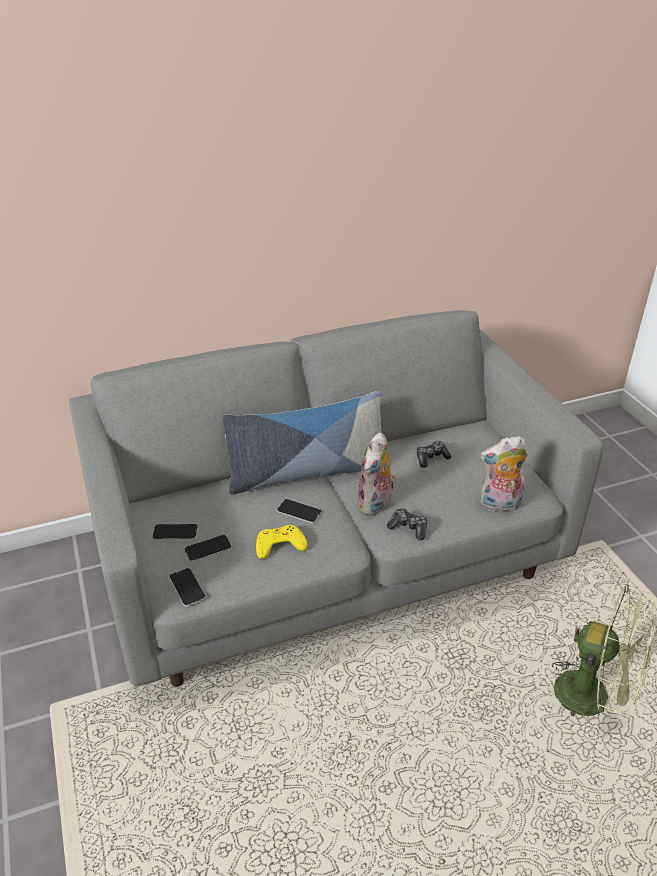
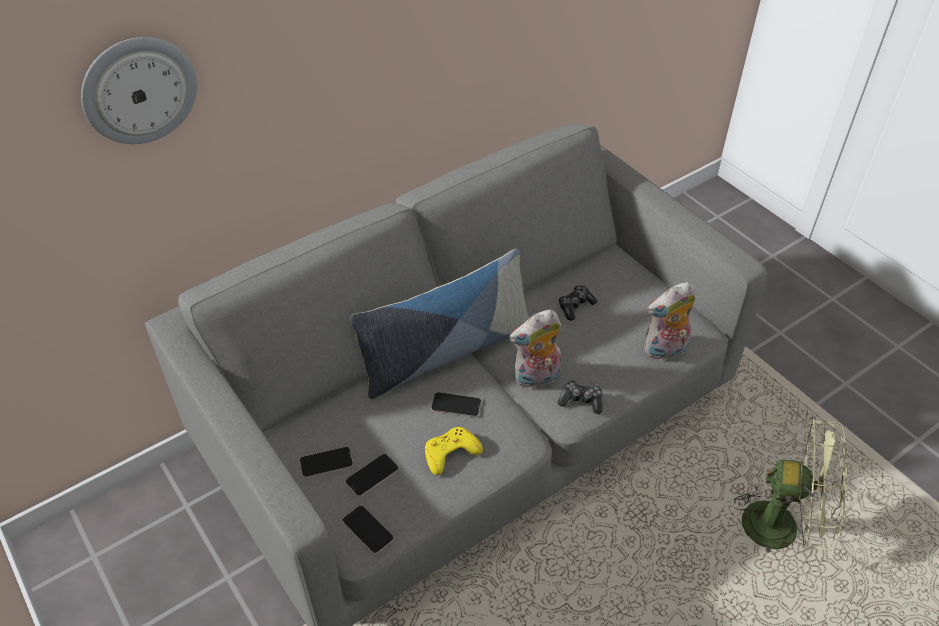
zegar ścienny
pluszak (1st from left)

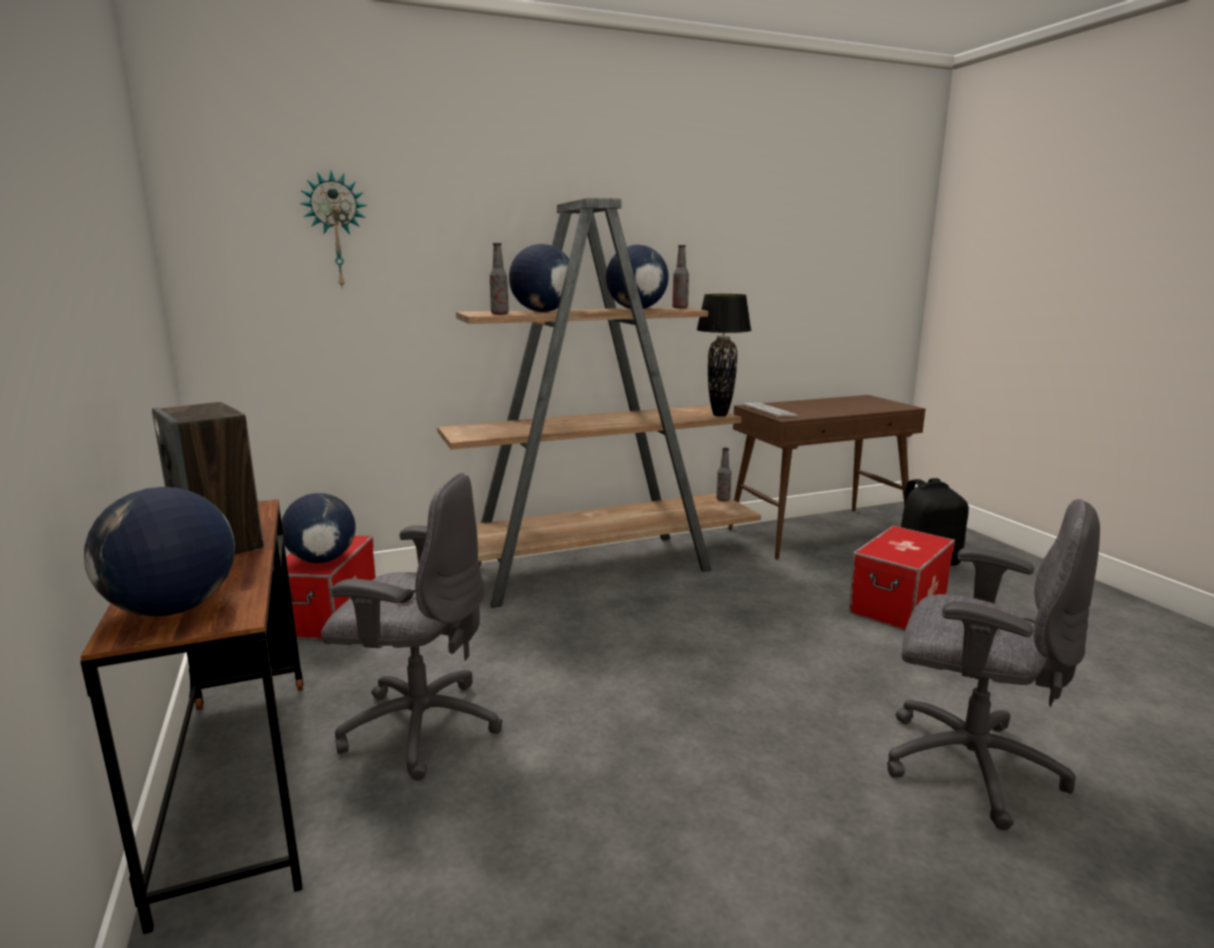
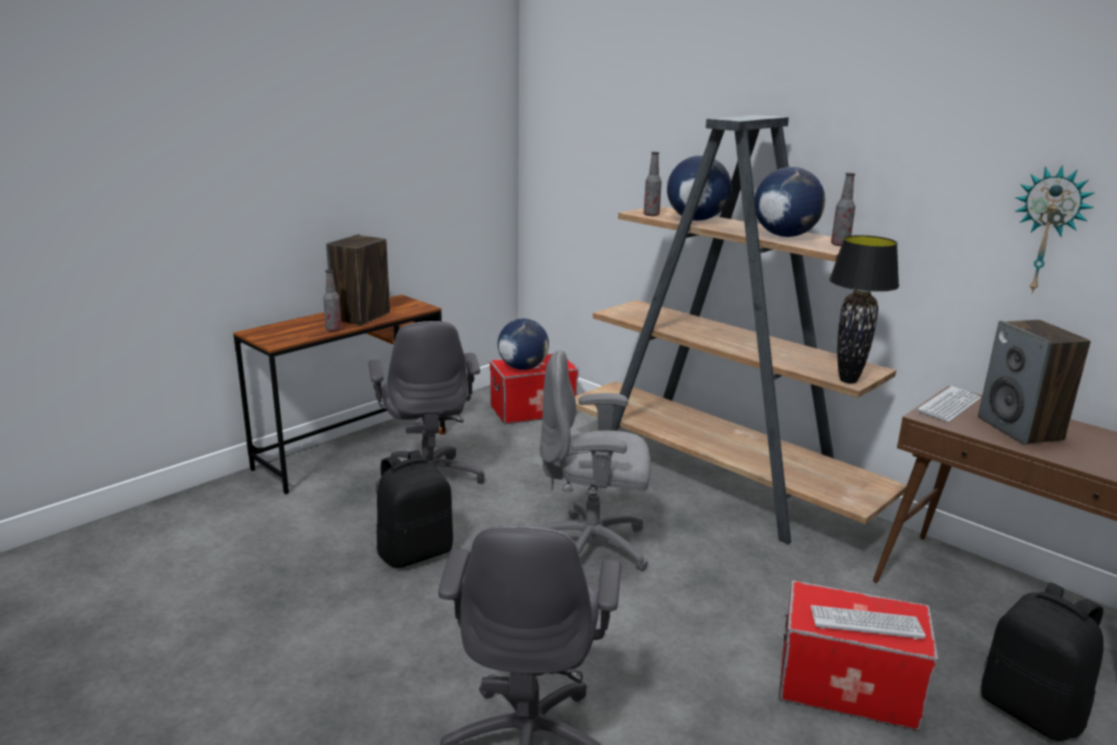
globus (1st from left in the first image)
plecak (czarny) (1st from left)
krzesło biurowe (szary) (3rd from left)
klawiatura (1st from left)
głośnik (2nd from left)
zegar ścienny
butelka (1st from left)

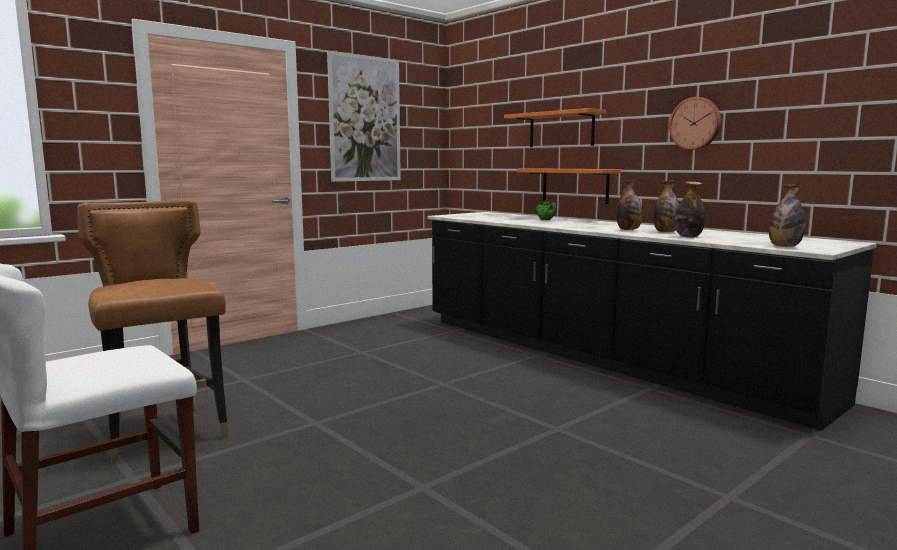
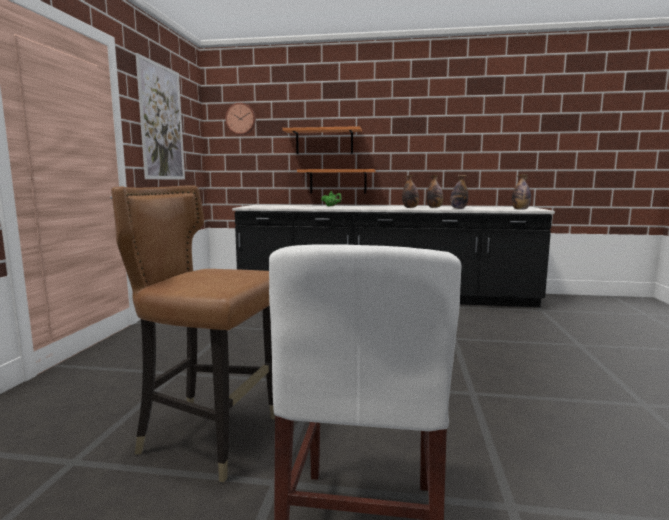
zegar ścienny

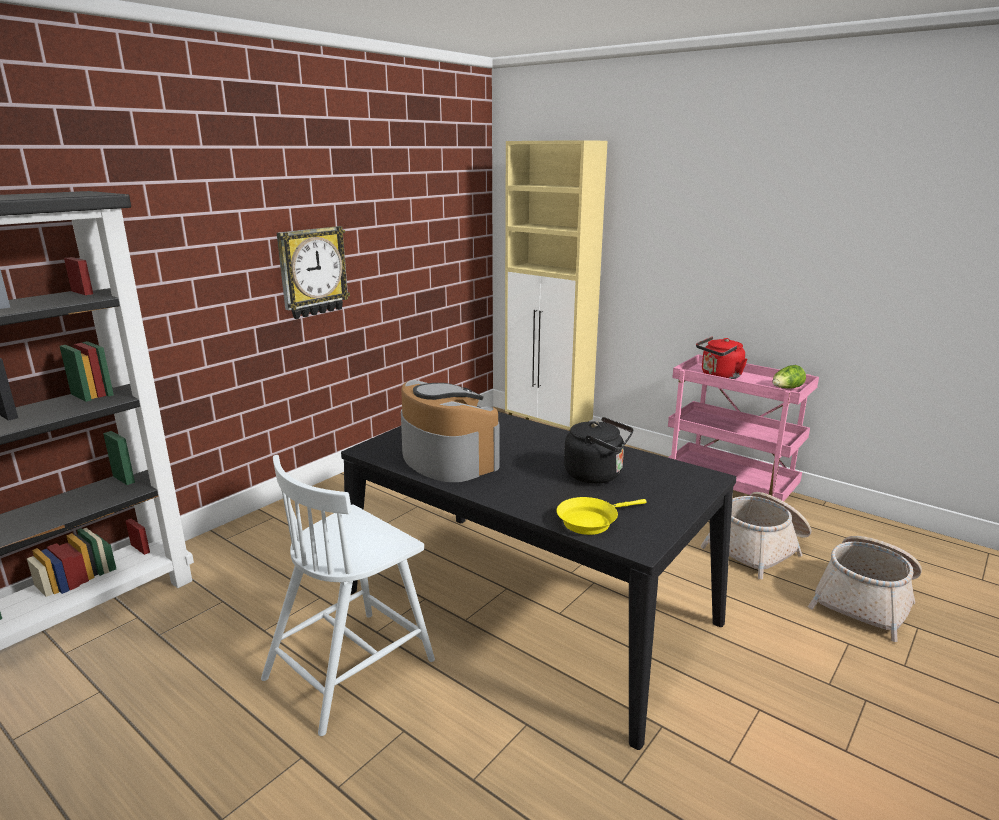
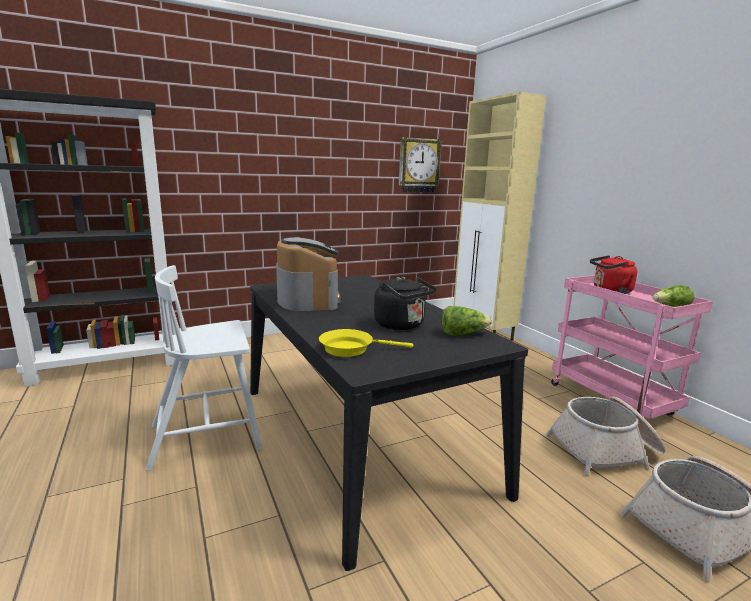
sałata (1st from left)
zegar ścienny

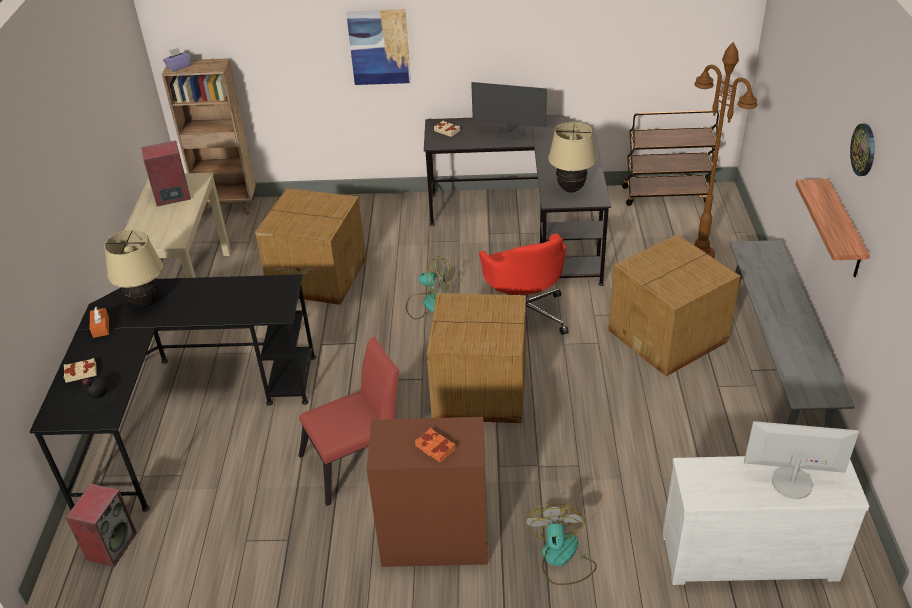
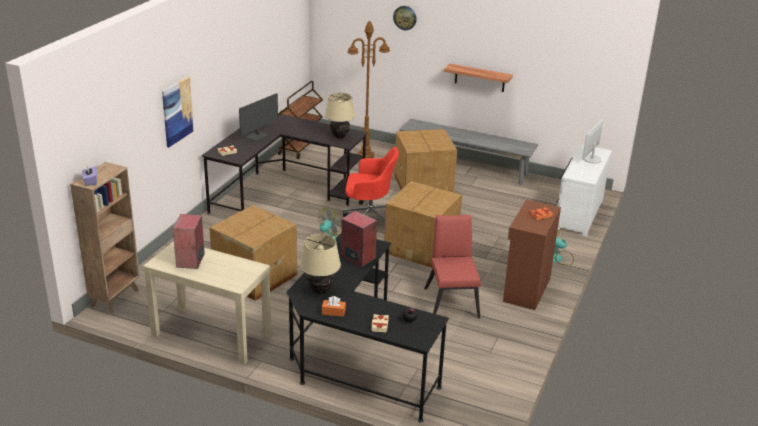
głośnik (2nd from left)
zegar ścienny

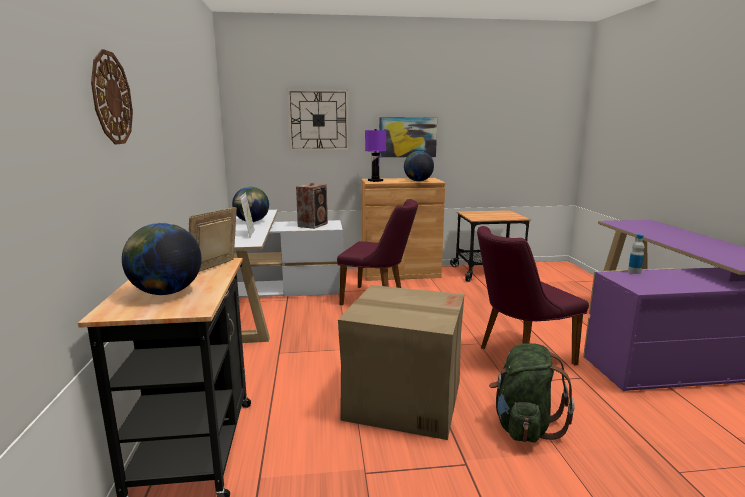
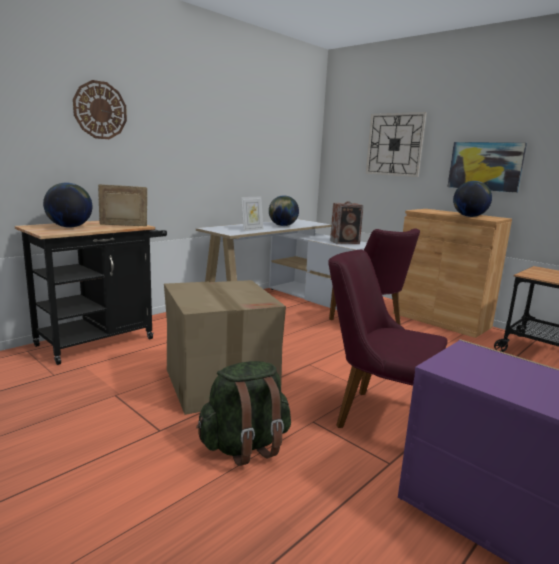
lampa stołowa (fioletowy)
butelka

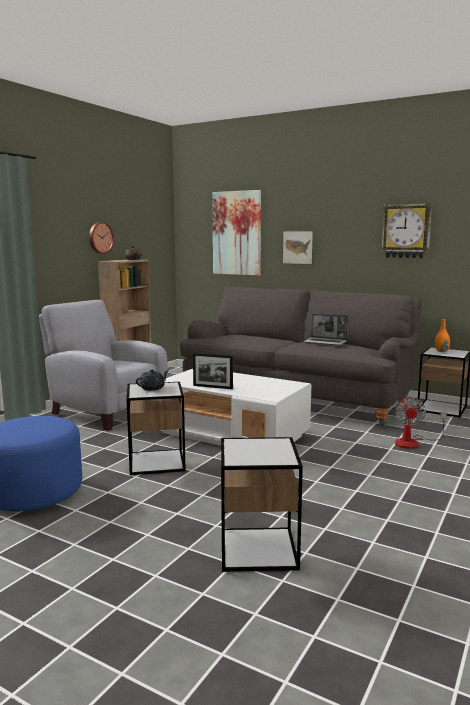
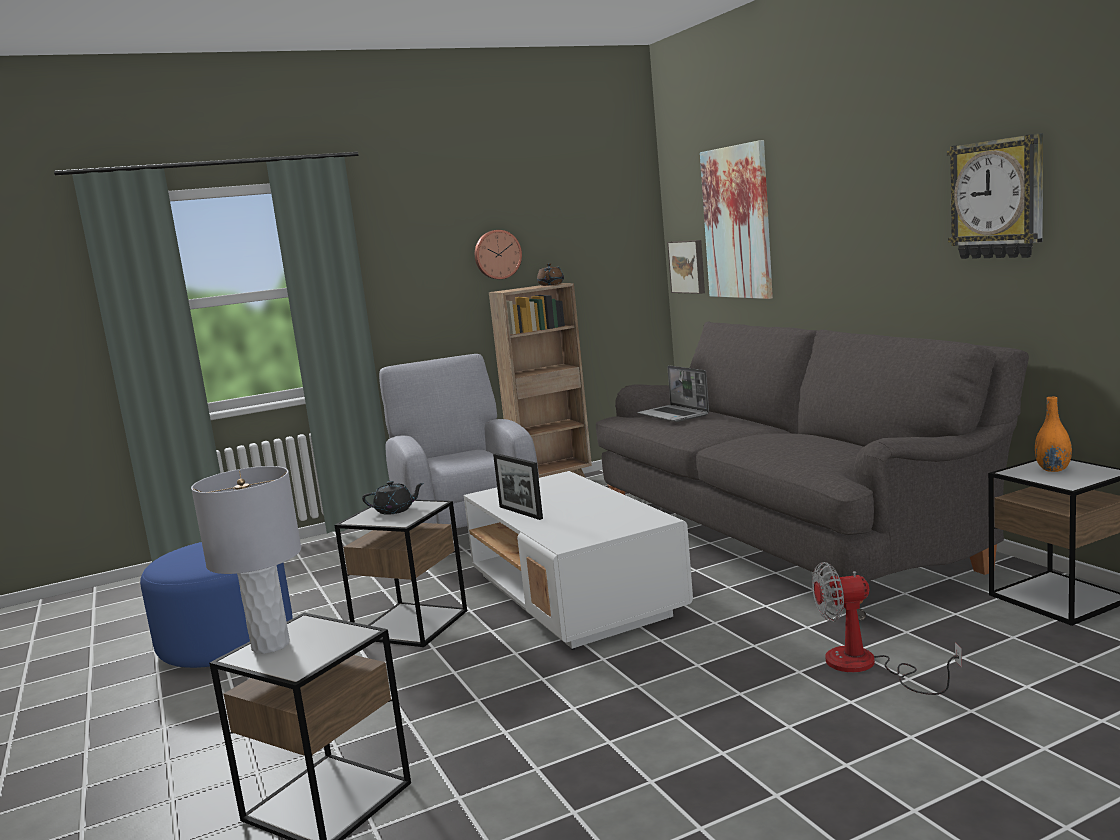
lampa stołowa (szary)
obraz (1st from left)
laptop
wentylator

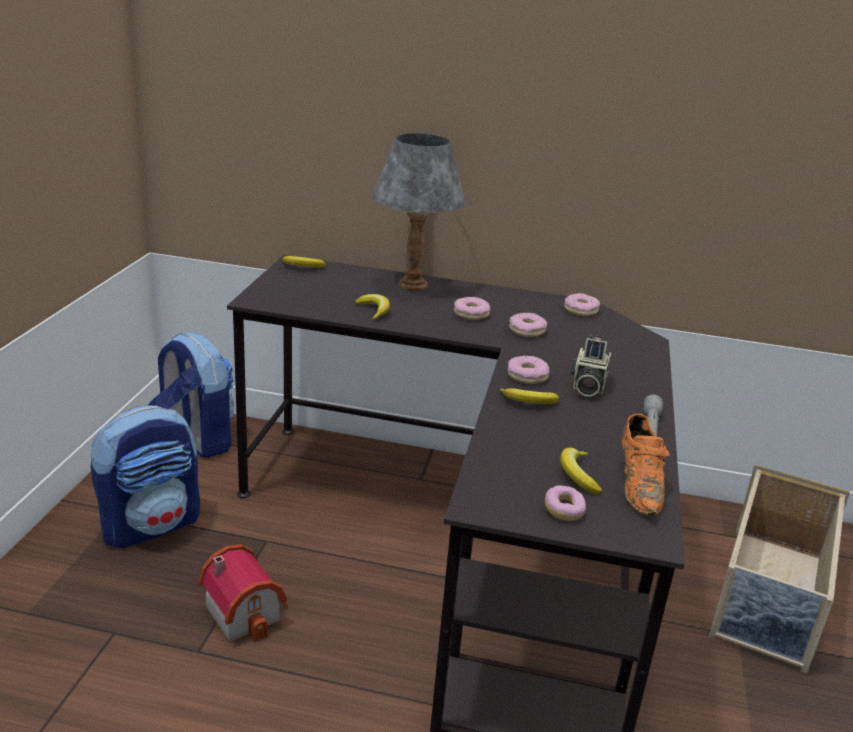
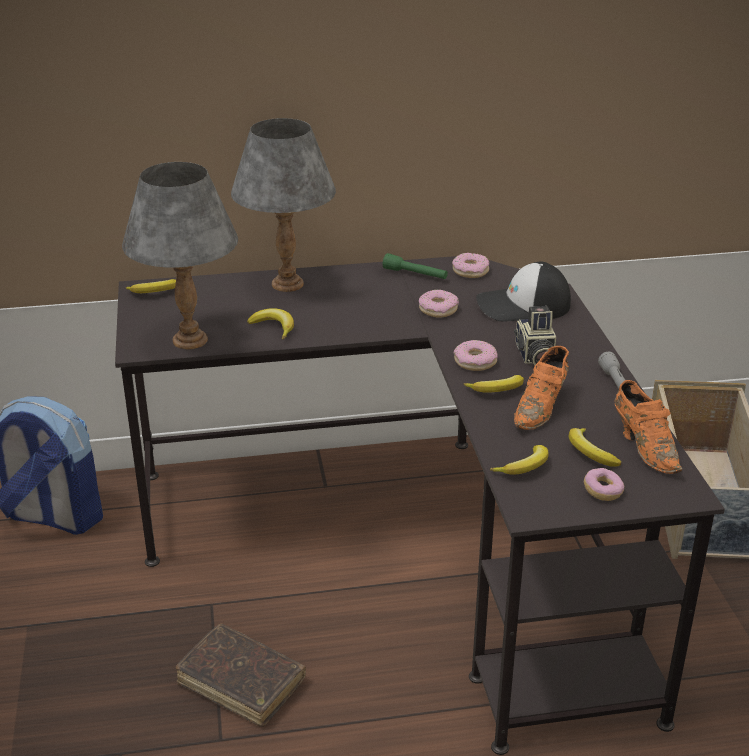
plecak (1st from left in the first image)
donut (1st from left in the first image)
lampa stołowa (szary) (1st from left)
latarka (zielony)
czapka z daszkiem
banan (4th from left)
but (pomarańczowy) (1st from left)
książka (brązowy)

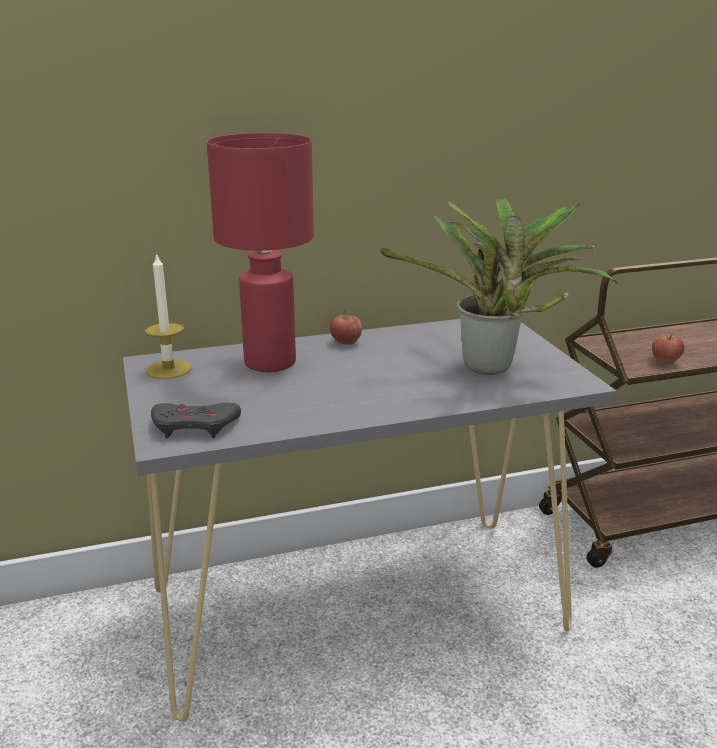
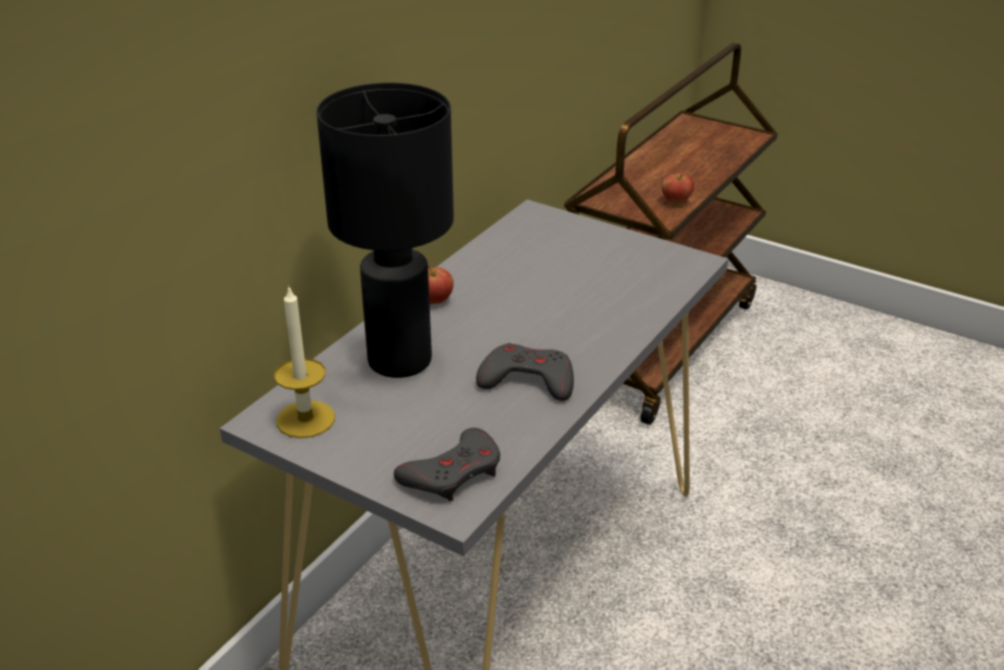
roślina doniczkowa
pad do gier (szary) (2nd from left)
lampa stołowa (czarny)

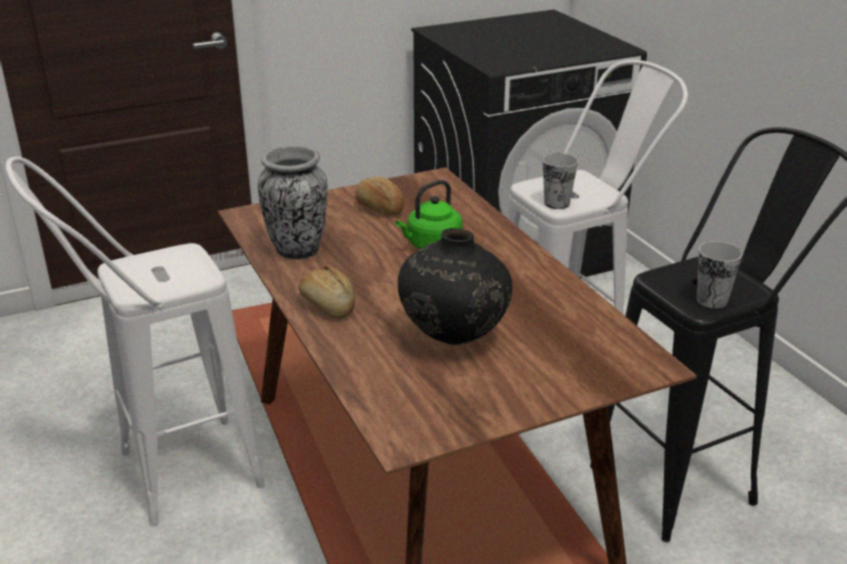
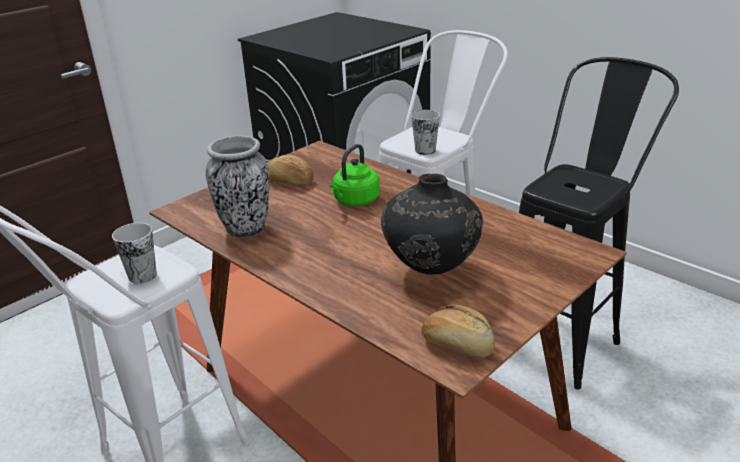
chleb (2nd from left)
filiżanka (1st from left)

